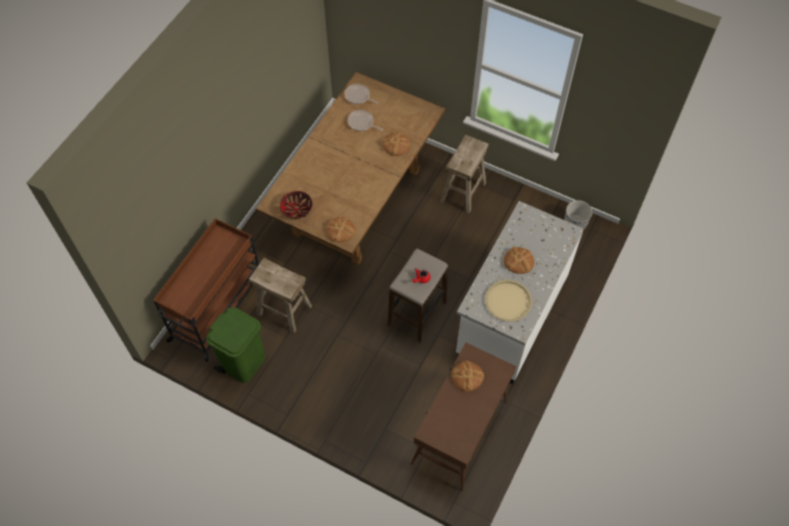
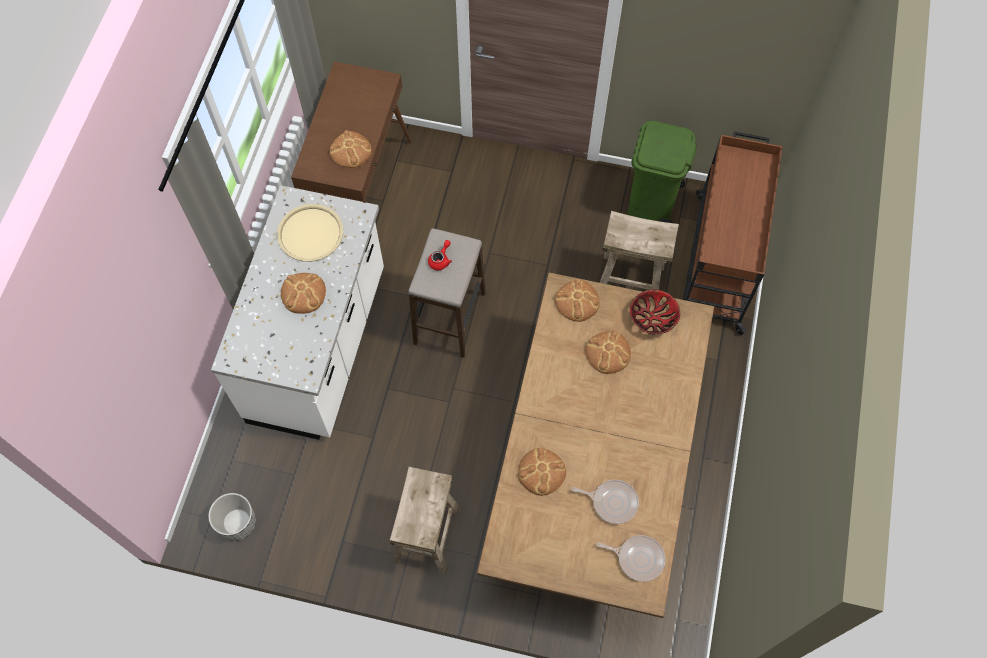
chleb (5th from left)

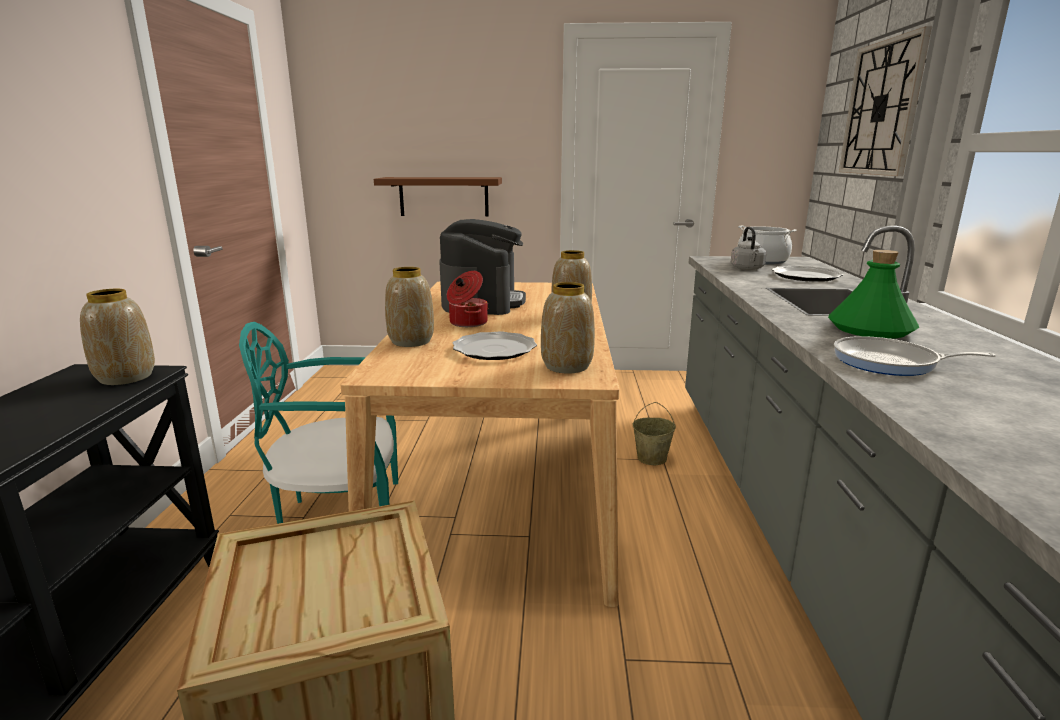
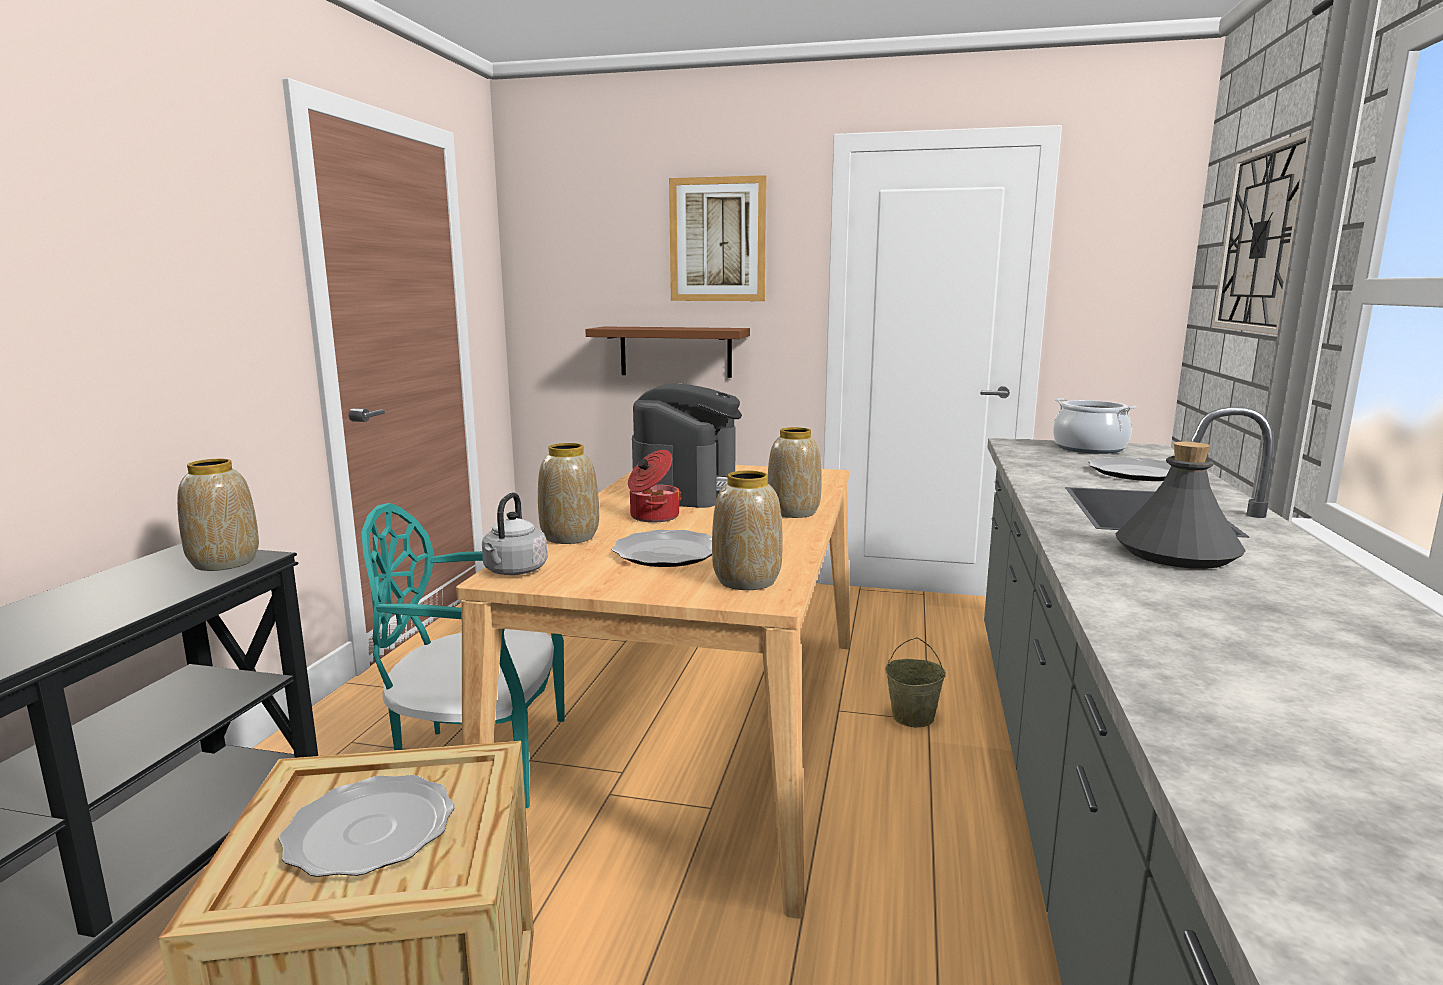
patelnia
talerz (1st from left)
obraz
czajnik (szary)
butelka (szary)

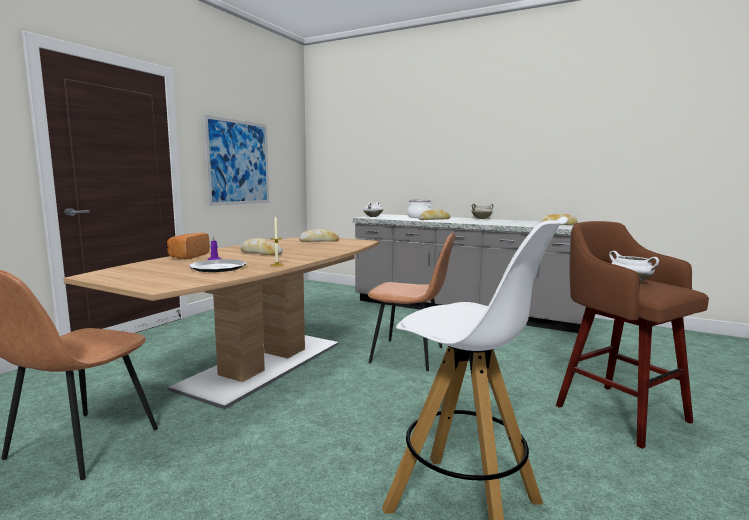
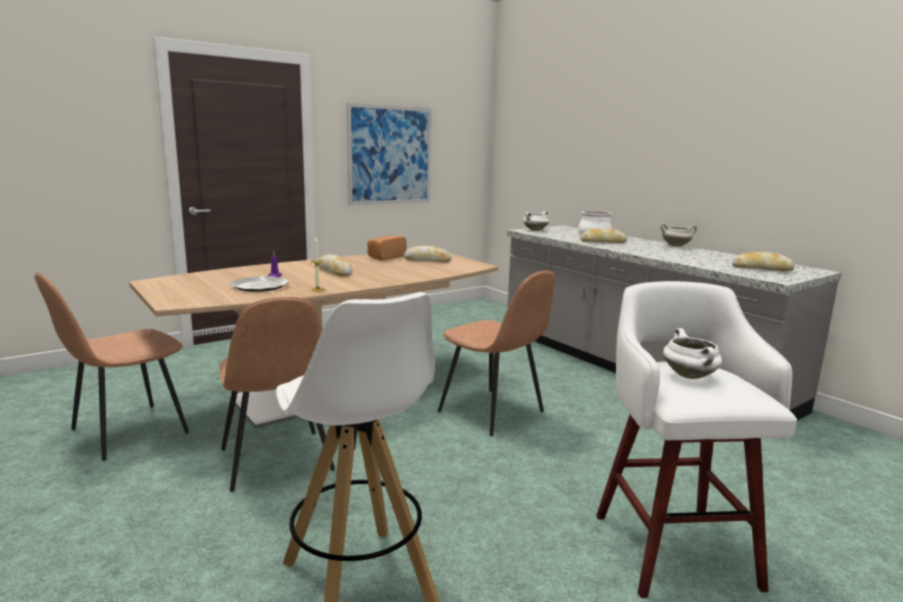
krzesło (brązowy) (2nd from left)
chleb (2nd from left)
stołek (biały) (2nd from left)

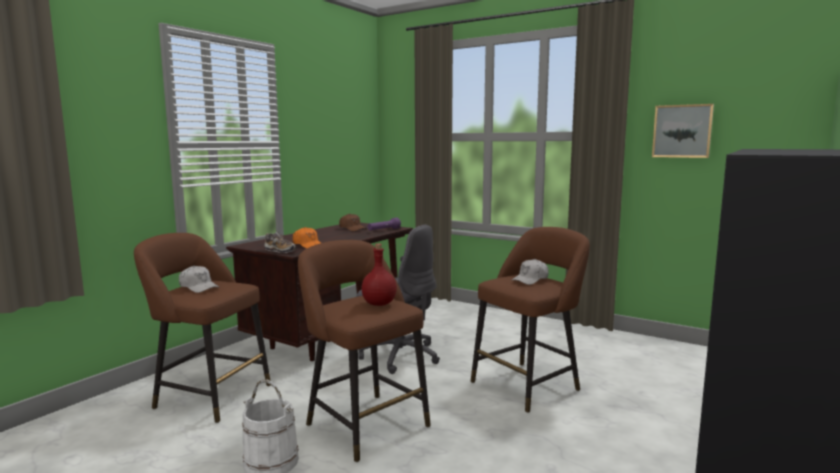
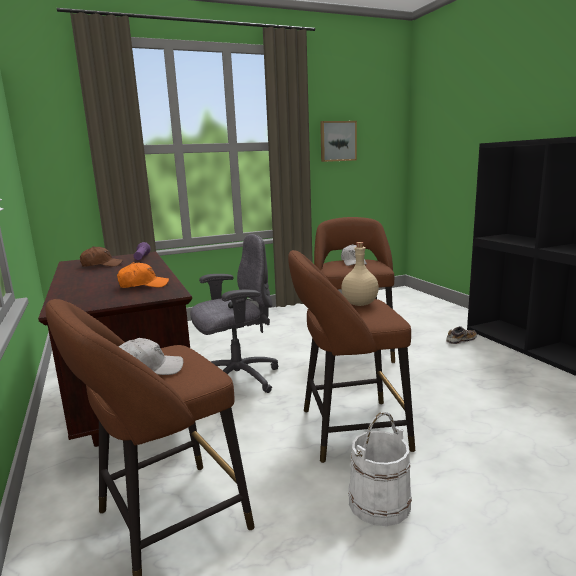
but
butelka (beżowy)

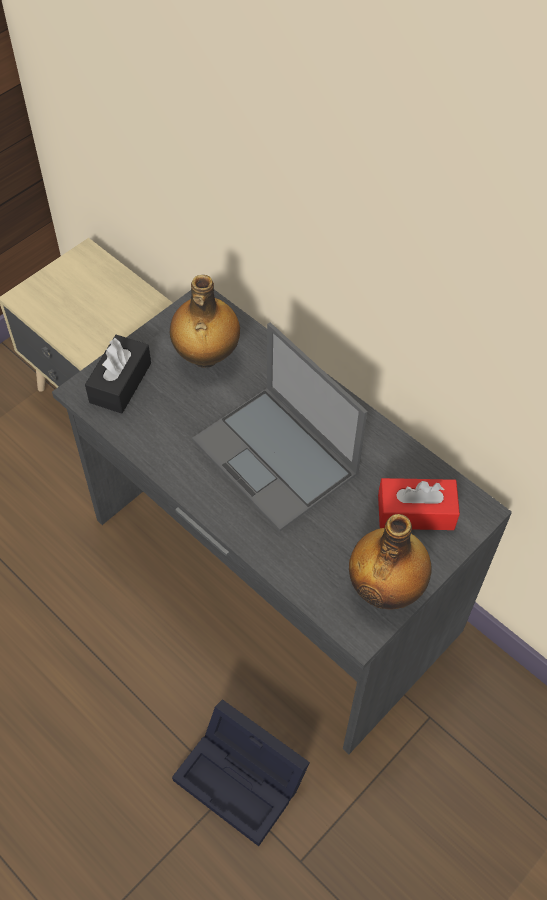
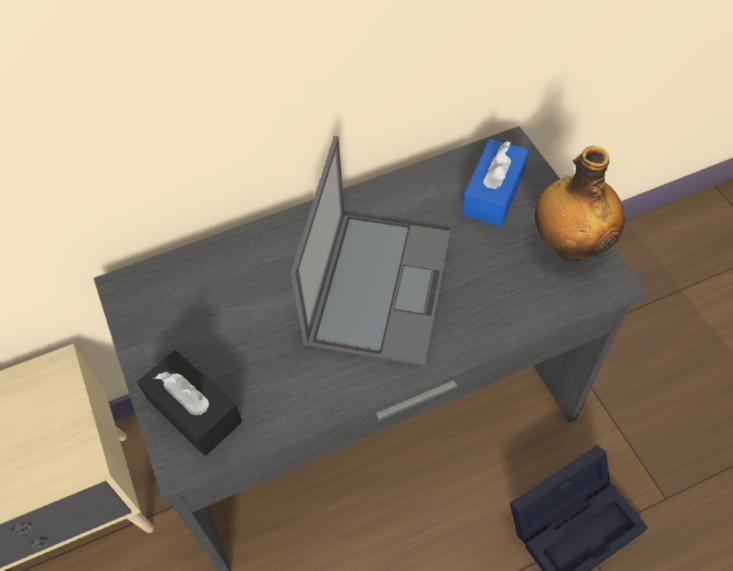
butelka (1st from left in the first image)
pudełko chusteczek (niebieski)
laptop

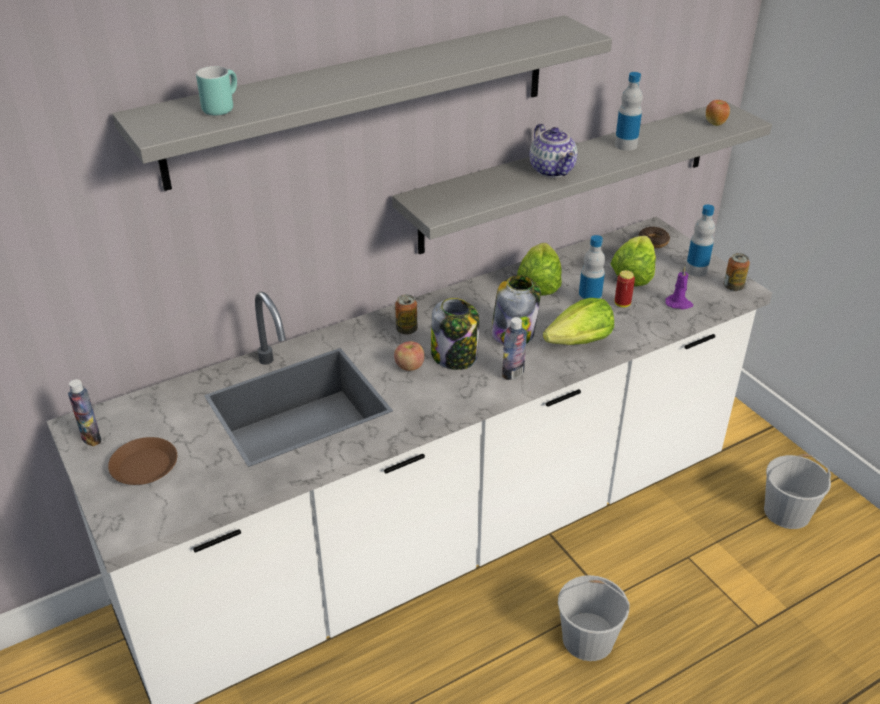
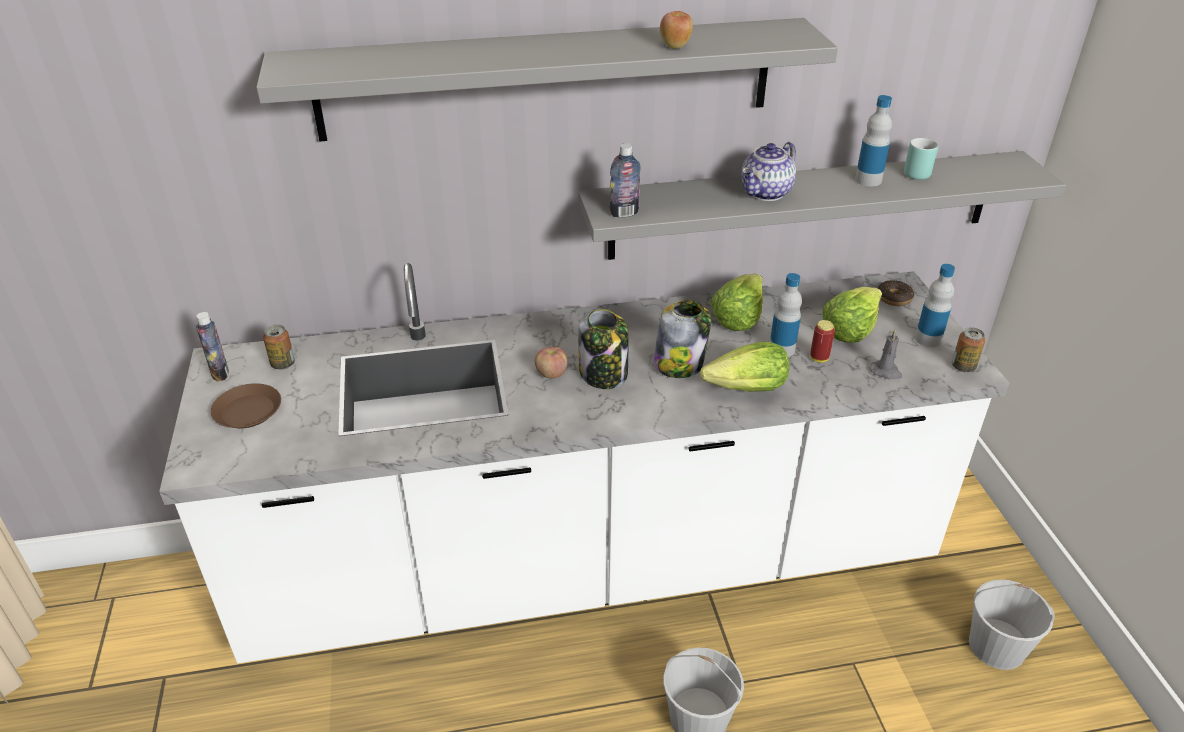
kubek (turkusowy)
puszka (1st from left)
butelka (2nd from left)
jabłko (2nd from left)
świeca (szary)
imbryk

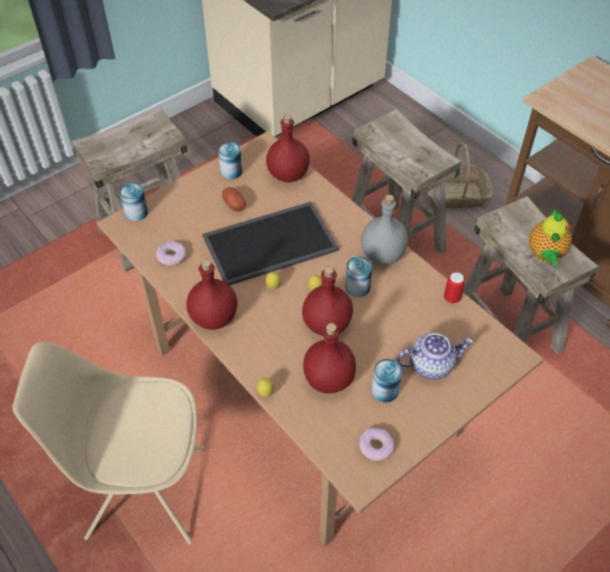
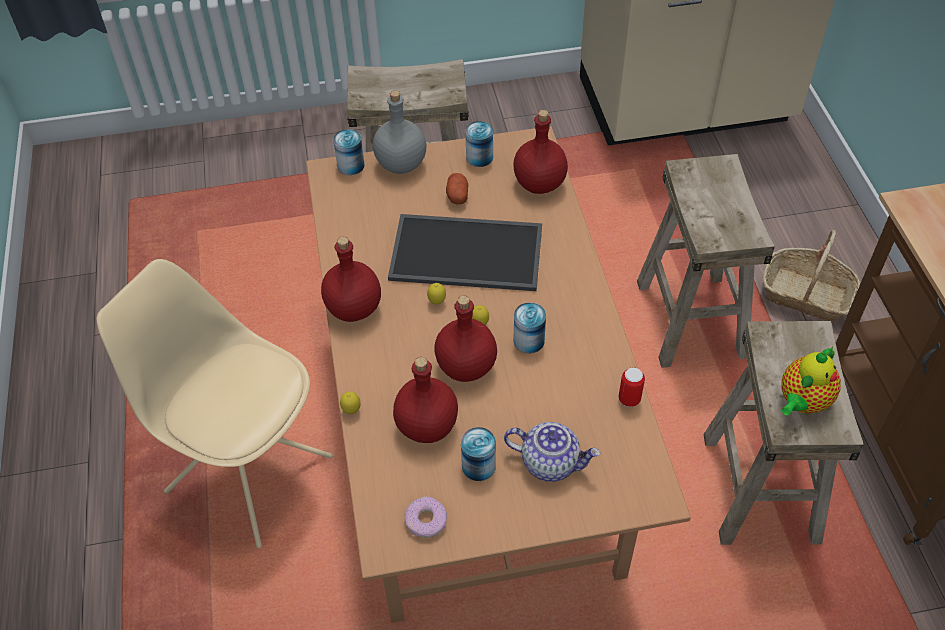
donut (1st from left in the first image)
butelka (szary)

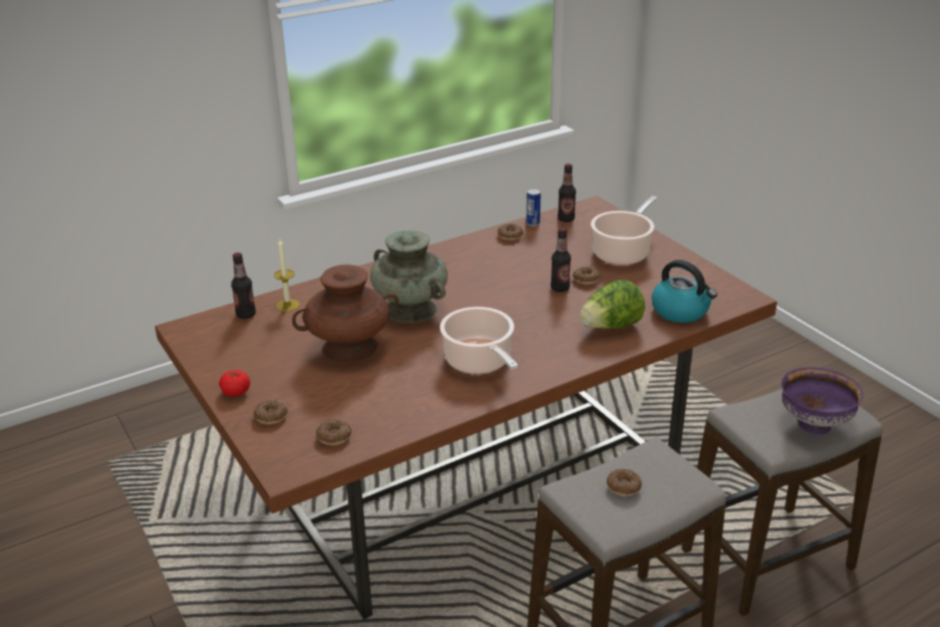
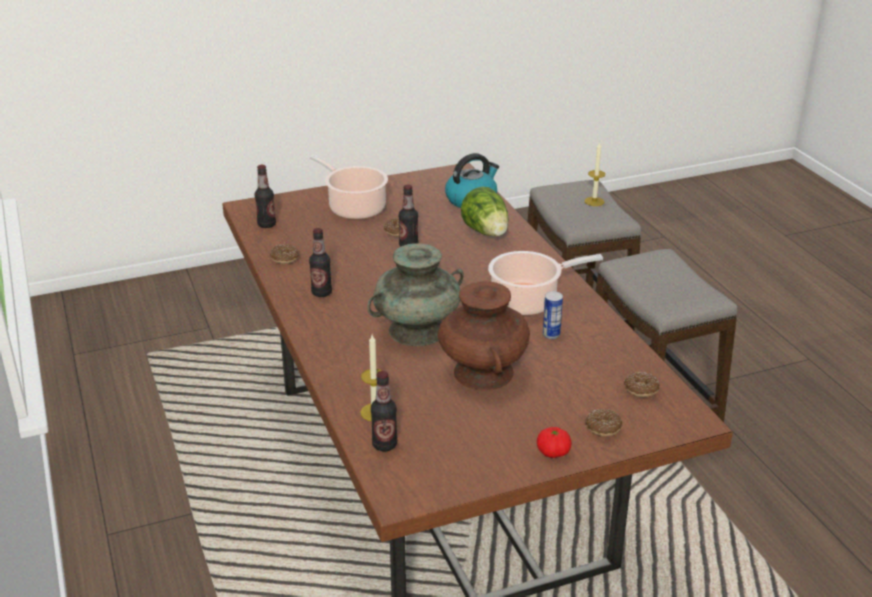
donut (5th from left in the first image)
butelka (2nd from left)
puszka
świeca (2nd from left)

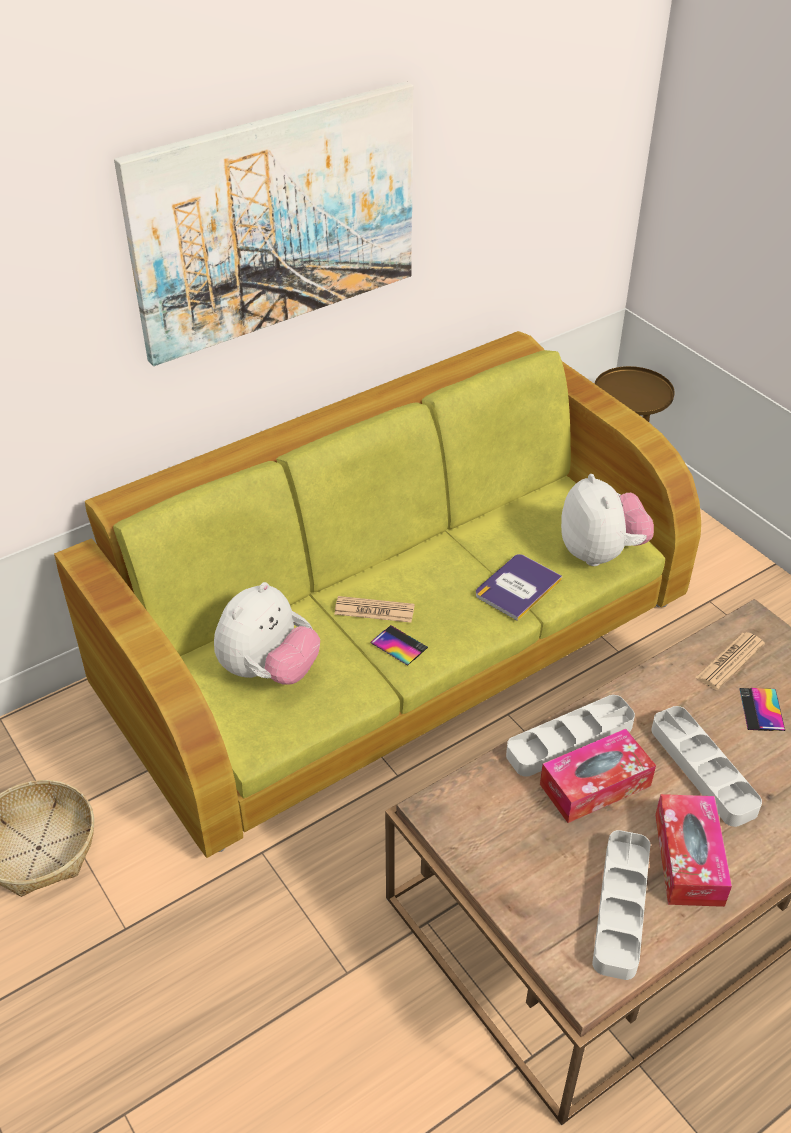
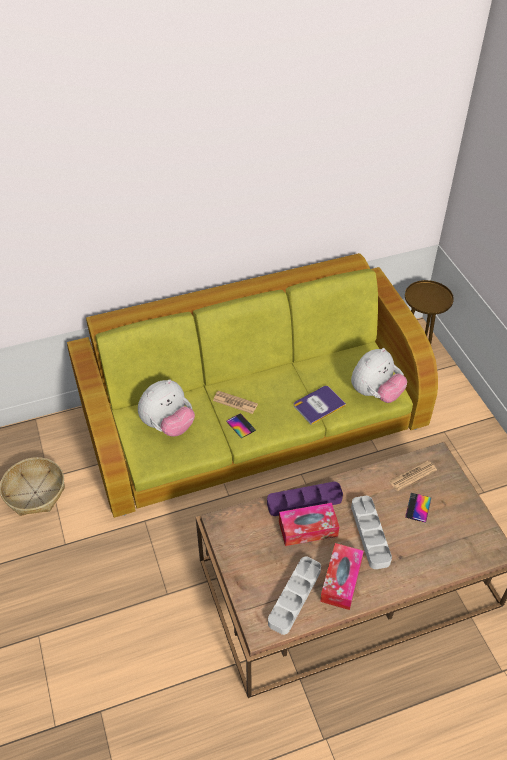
obraz
taca (fioletowy)
pluszak (2nd from left)

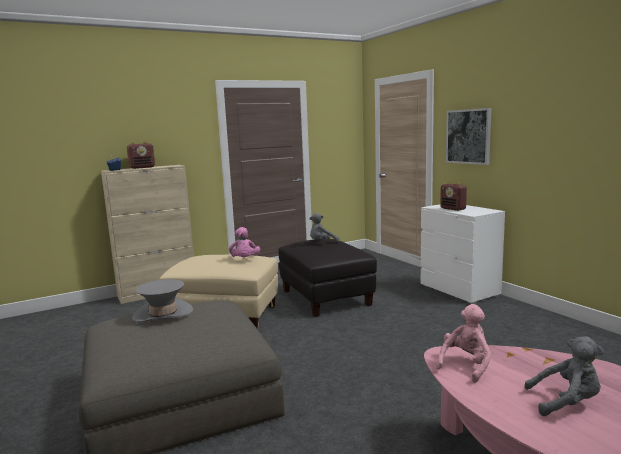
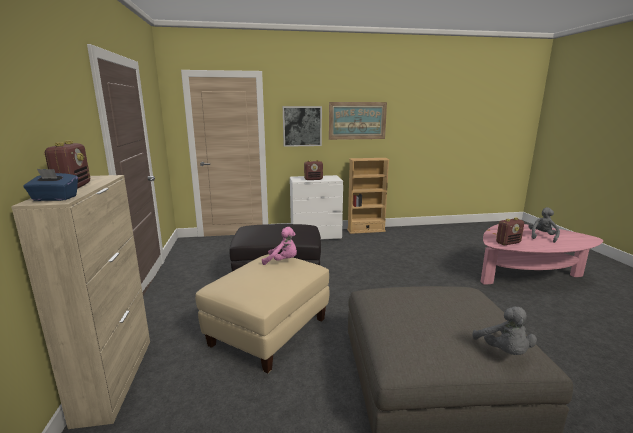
kapelusz (szary)
obraz (2nd from left)
regał (beżowy)
pluszak (szary) (1st from left)
radio (3rd from left)

